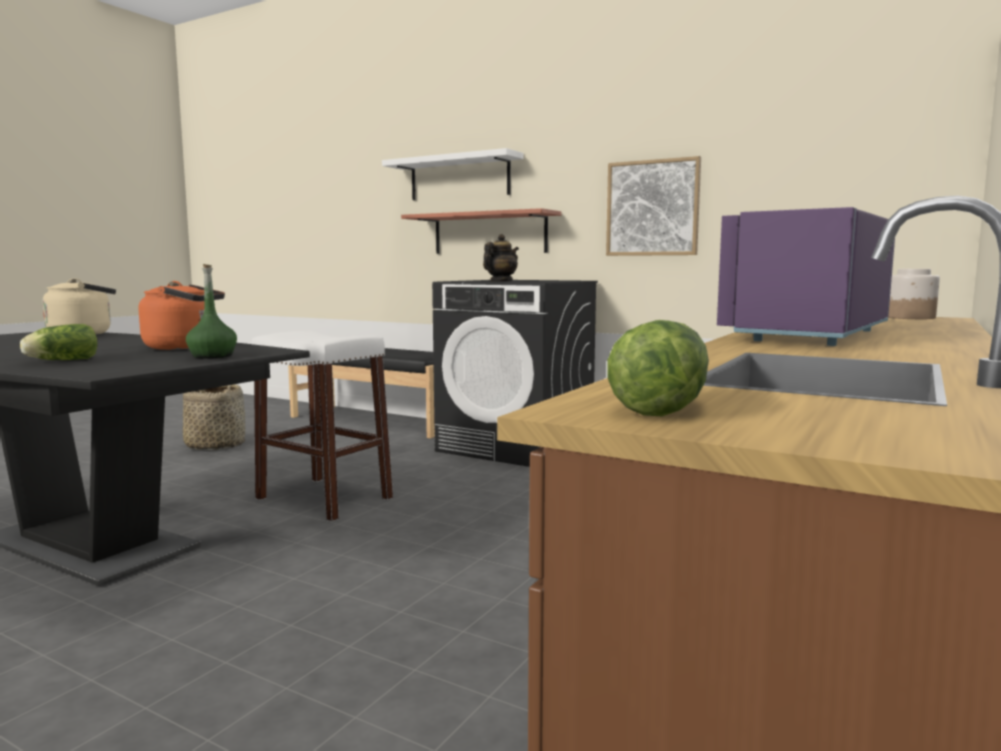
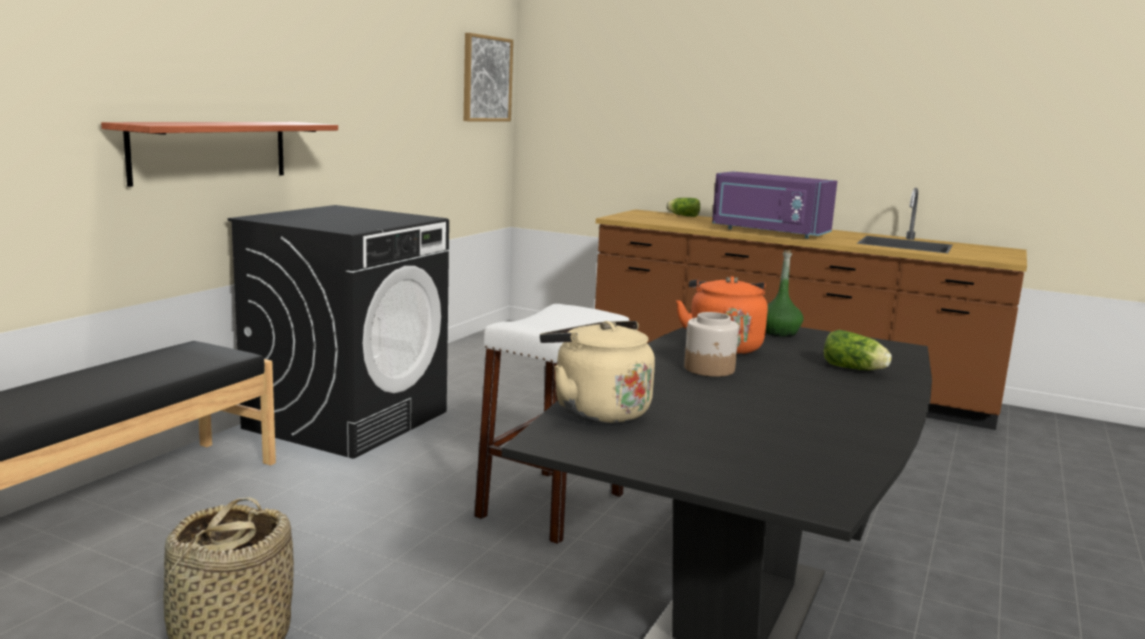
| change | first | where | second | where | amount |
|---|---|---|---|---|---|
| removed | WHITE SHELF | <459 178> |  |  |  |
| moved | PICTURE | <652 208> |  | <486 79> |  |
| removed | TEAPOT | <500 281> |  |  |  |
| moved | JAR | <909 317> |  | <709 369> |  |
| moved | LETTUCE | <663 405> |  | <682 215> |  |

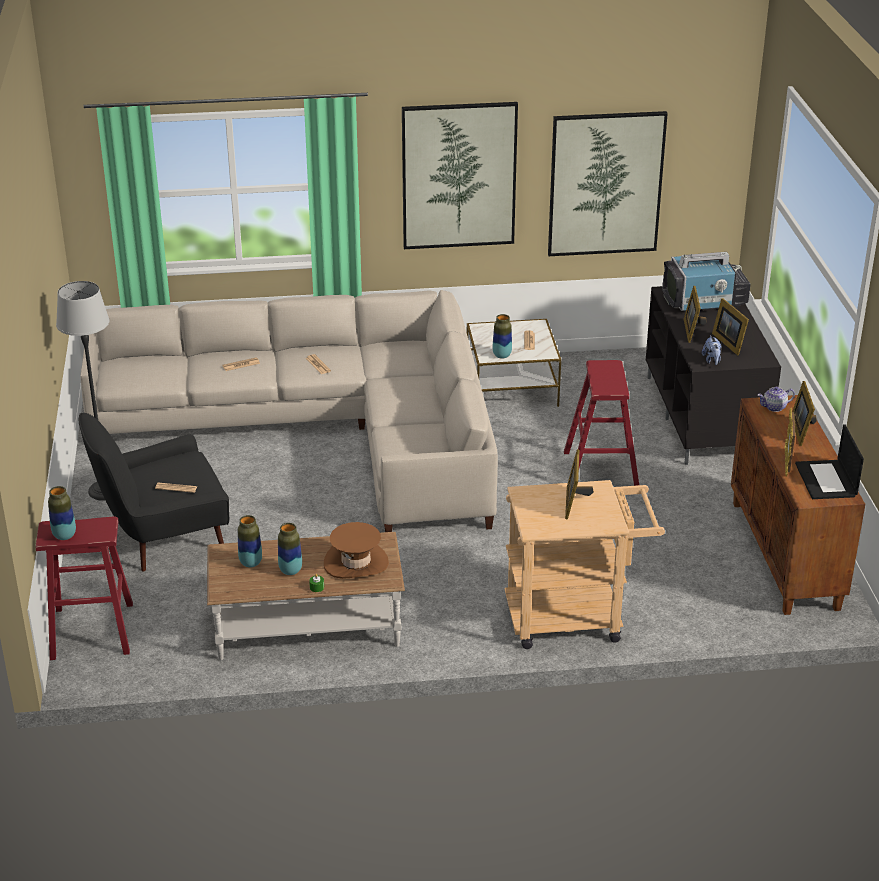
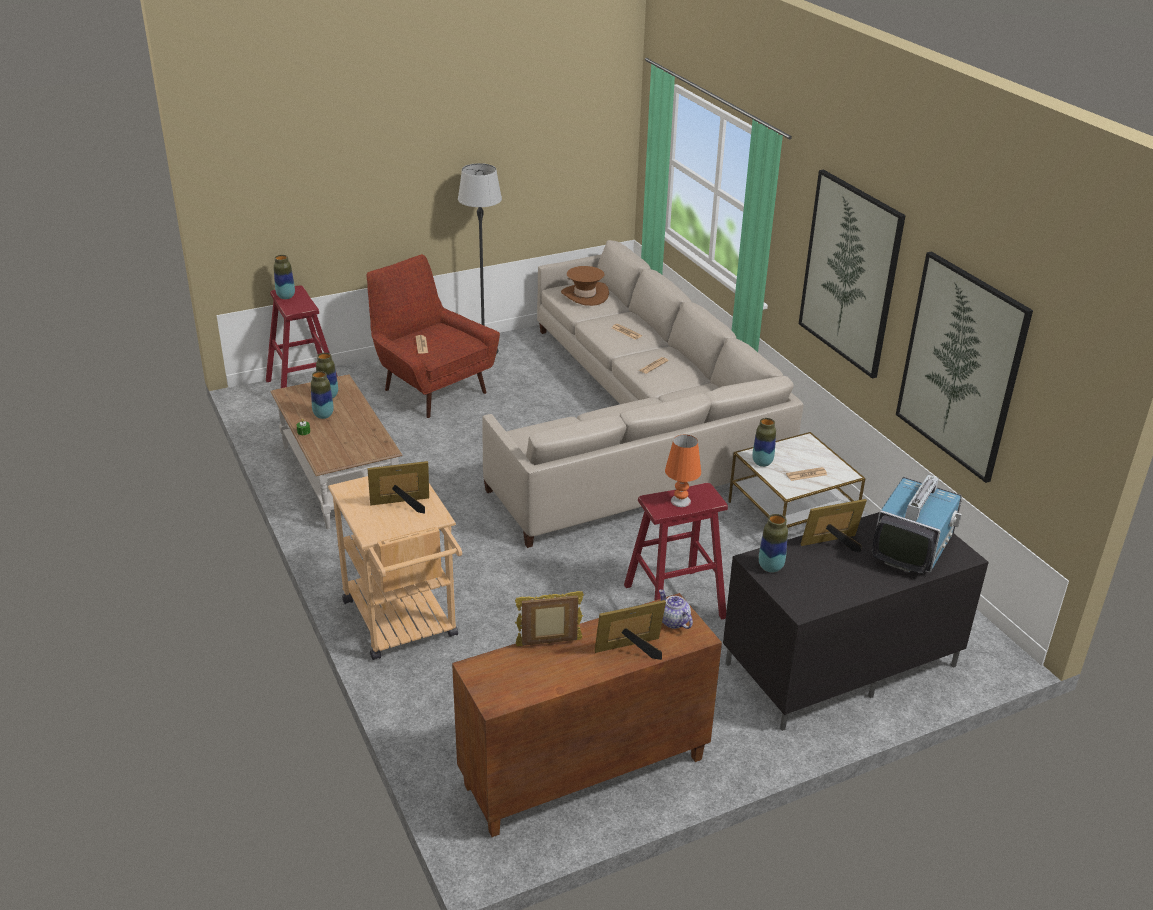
| change | first | where | second | where | amount |
|---|---|---|---|---|---|
| turned | TELEVISION | <705 302> |  | <913 545> | 120 degrees counterclockwise |
| removed | PICTURE FRAME | <729 342> |  |  |  |
| replaced | PLUSH TOY | <712 360> | VASE | <770 567> |  |
| recoloured | BLACK ARMCHAIR | <163 538> | RED ARMCHAIR | <431 388> |  |
| removed | LAPTOP | <826 480> |  |  |  |
| moved | BROWN HAT | <356 563> |  | <584 295> |  |
| added |  |  | ORANGE TABLE LAMP | <680 501> |  |

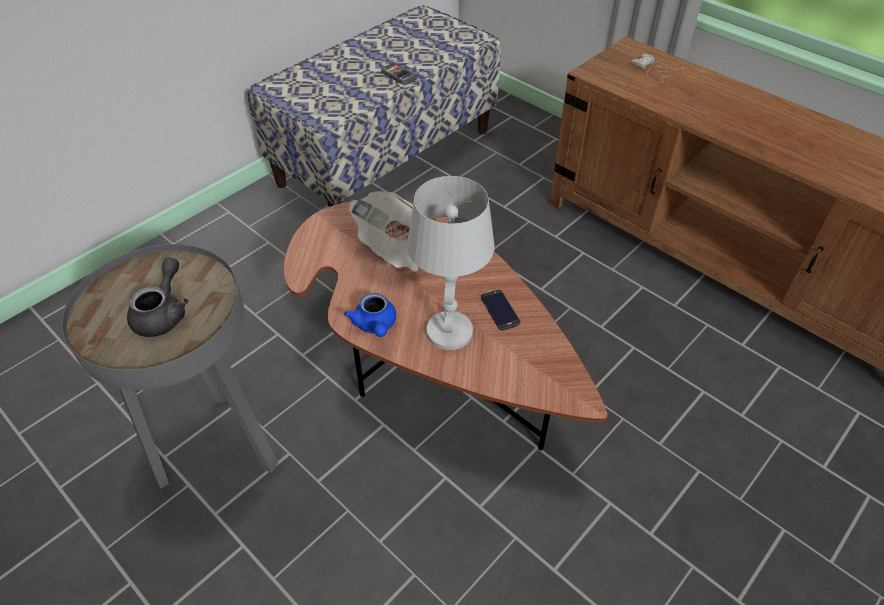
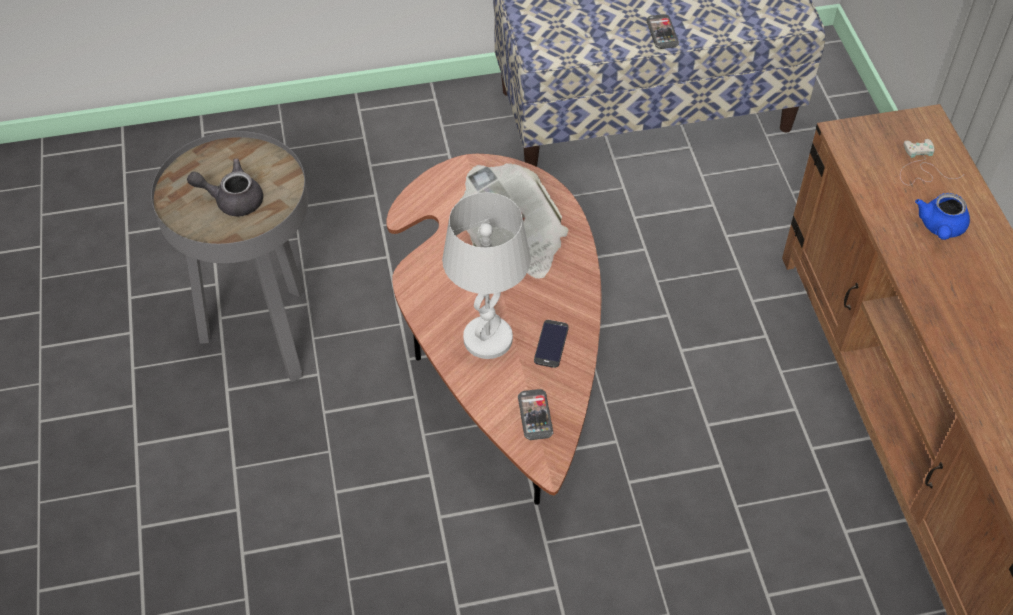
| change | first | where | second | where | amount |
|---|---|---|---|---|---|
| turned | GREY TEAPOT | <164 313> |  | <232 200> | 135 degrees counterclockwise |
| moved | BLUE TEAPOT | <375 325> |  | <940 228> |  |
| added |  |  | PHONE | <535 415> |  |

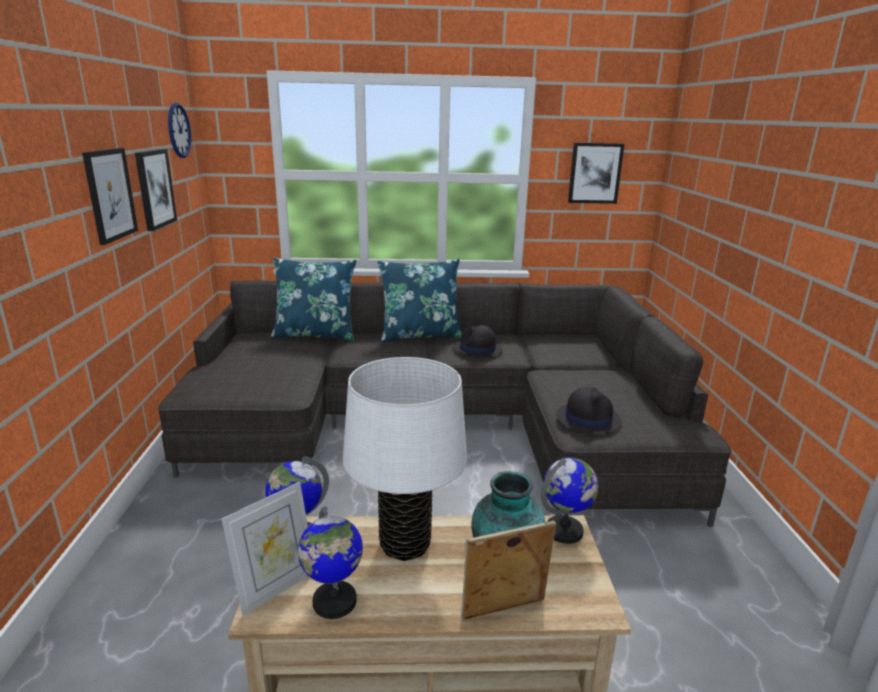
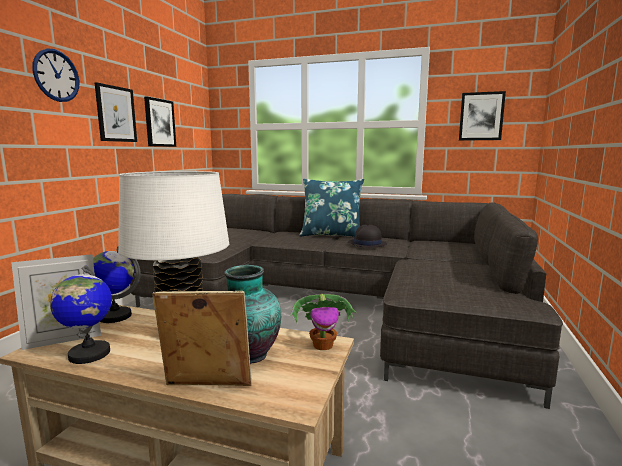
| change | first | where | second | where | amount |
|---|---|---|---|---|---|
| moved | WALL CLOCK | <178 130> |  | <56 75> |  |
| removed | BLUE PILLOW | <315 334> |  |  |  |
| removed | BLACK HAT | <588 418> |  |  |  |
| replaced | GLOBE | <564 531> | POTTED PLANT | <323 345> |  |

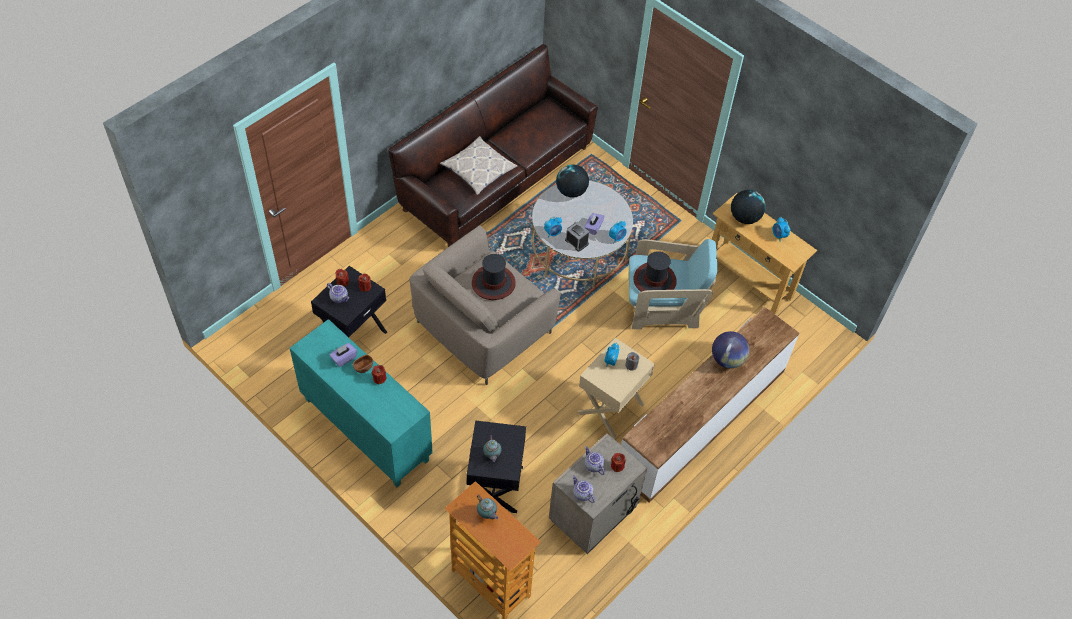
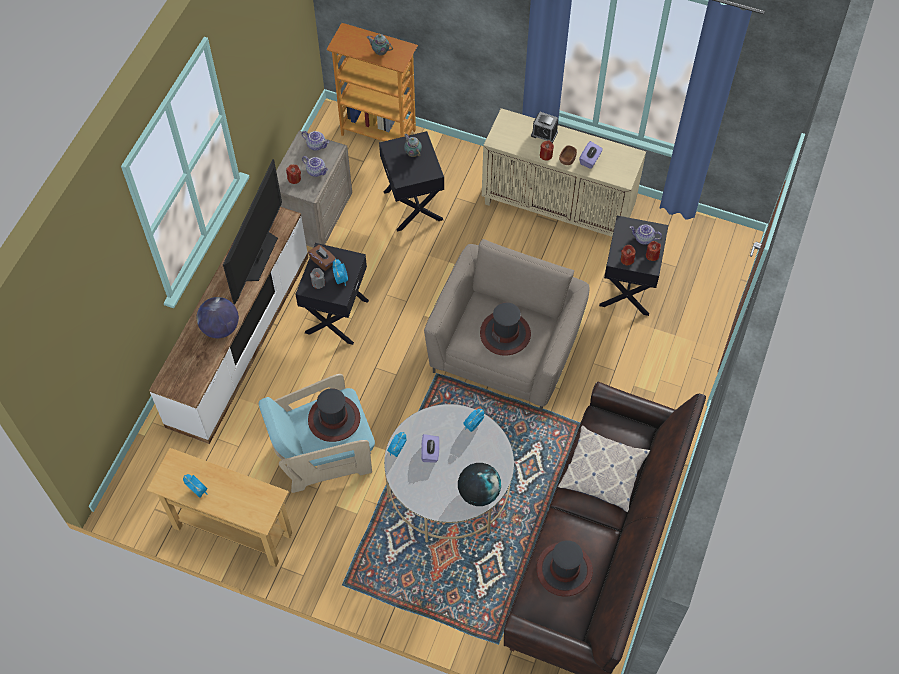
| change | first | where | second | where | amount |
|---|---|---|---|---|---|
| removed | GLOBE | <744 217> |  |  |  |
| moved | ALARM CLOCK | <576 242> |  | <544 134> |  |
| recoloured | TURQUOISE CABINET | <365 429> | BEIGE CABINET | <558 208> |  |
| recoloured | BEIGE SIDE TABLE | <611 409> | BLACK SIDE TABLE | <335 316> |  |
| added |  |  | TELEVISION | <257 256> |  |
| added |  |  | BROWN TISSUE BOX | <323 261> |  |
| added |  |  | HAT | <564 570> |  |

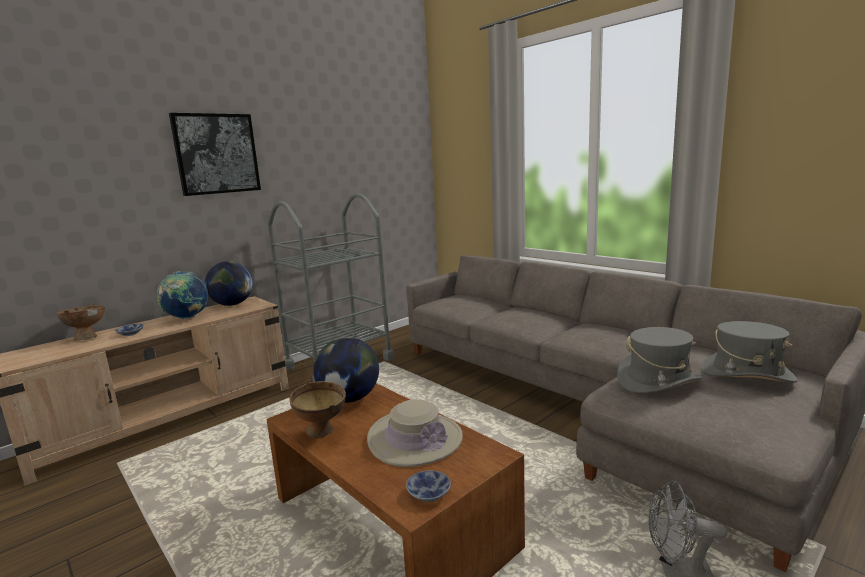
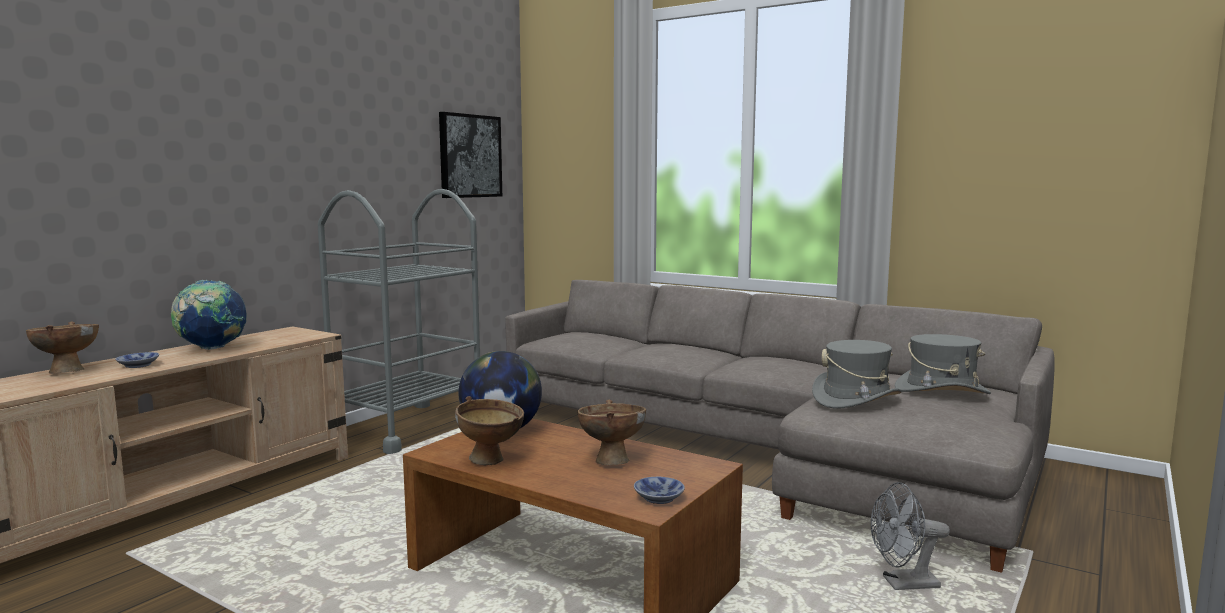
| change | first | where | second | where | amount |
|---|---|---|---|---|---|
| moved | PICTURE | <216 154> |  | <470 156> |  |
| removed | GLOBE | <232 304> |  |  |  |
| replaced | BEIGE HAT | <415 439> | BROWN BOWL | <611 459> |  |

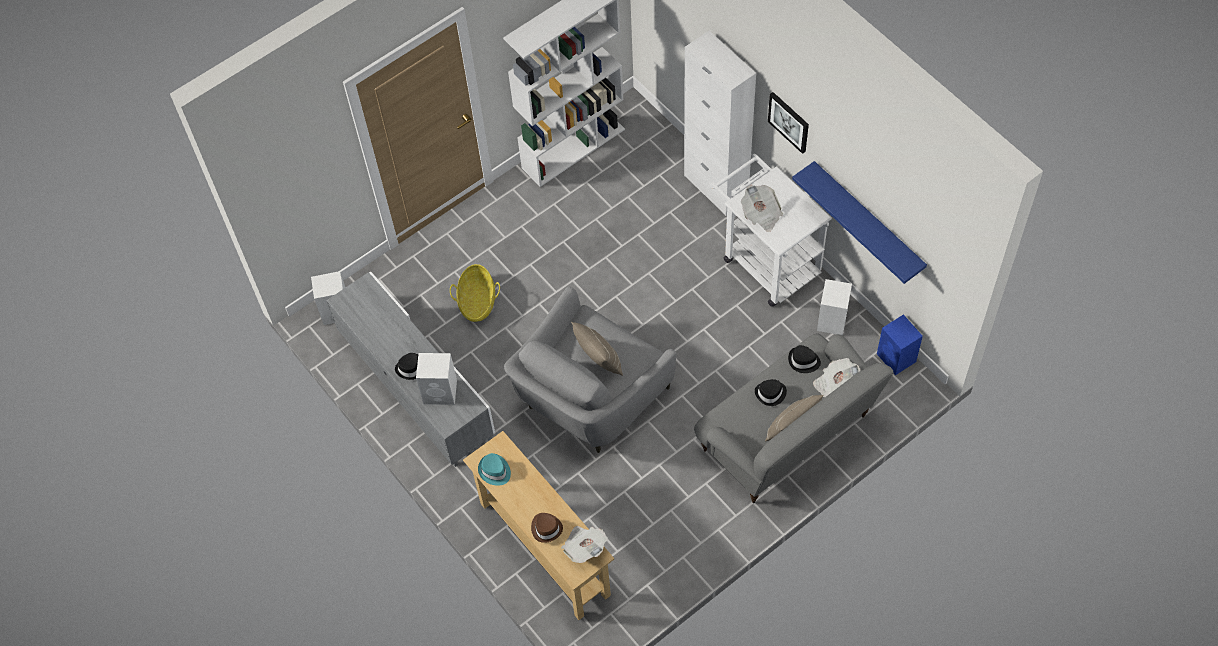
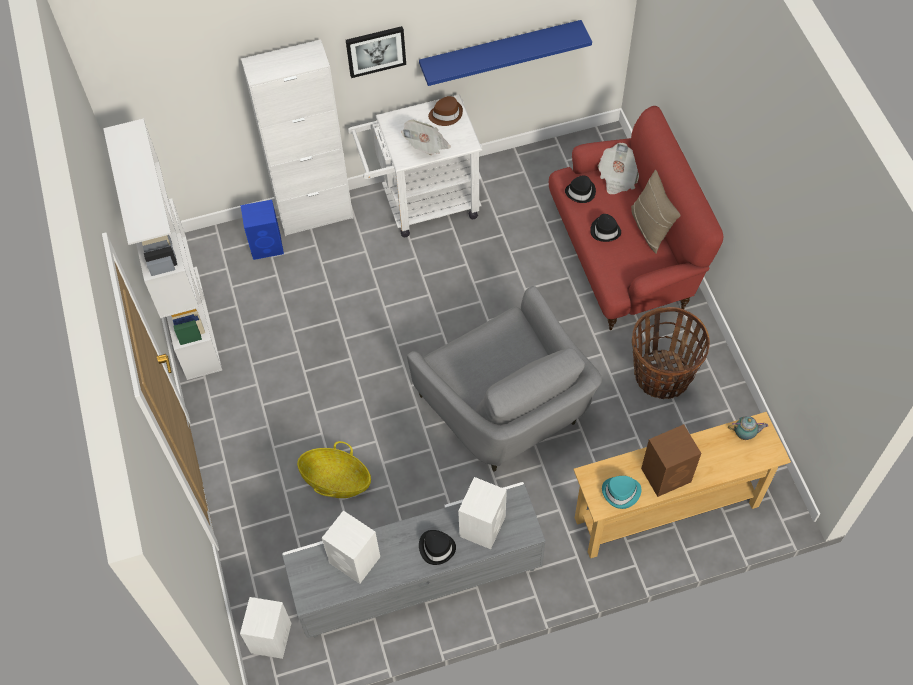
| change | first | where | second | where | amount |
|---|---|---|---|---|---|
| moved | WHITE SPEAKER | <832 321> |  | <355 560> |  |
| moved | BLUE SPEAKER | <897 358> |  | <267 245> |  |
| removed | BEIGE PILLOW | <599 360> |  |  |  |
| recoloured | GREY SOFA | <787 436> | RED SOFA | <623 256> |  |
| moved | BROWN HAT | <546 528> |  | <446 114> |  |
| replaced | NEWSPAPER | <584 547> | TEAPOT | <745 434> |  |
| added |  |  | BASKET | <661 376> |  |
| added |  |  | BROWN SPEAKER | <667 474> |  |

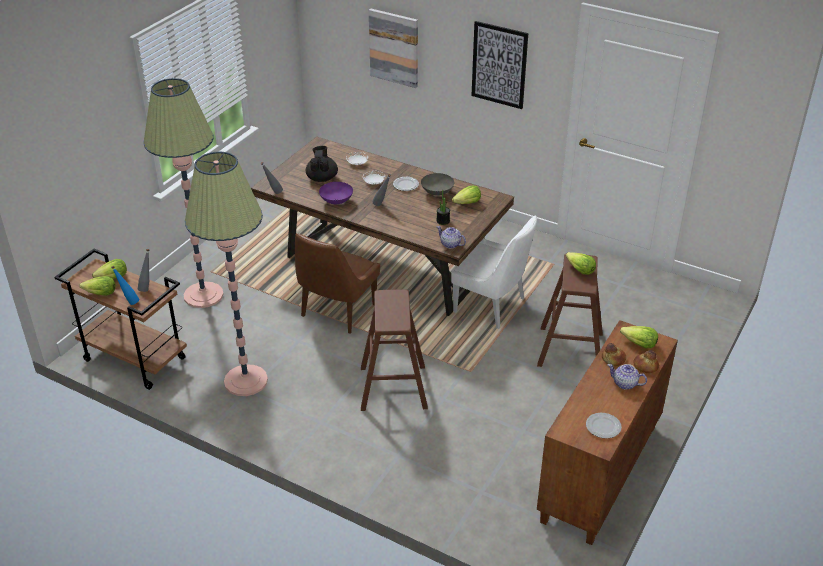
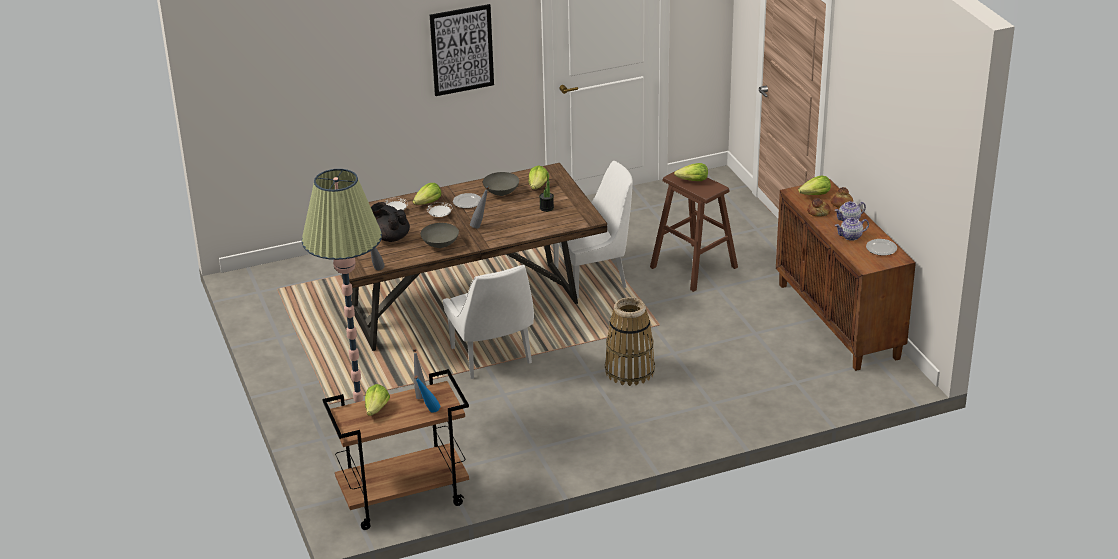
| change | first | where | second | where | amount |
|---|---|---|---|---|---|
| removed | PICTURE | <394 47> |  |  |  |
| removed | FLOOR LAMP | <246 381> |  |  |  |
| recoloured | PURPLE BOWL | <336 201> | GREY BOWL | <440 245> |  |
| moved | TEAPOT | <450 244> |  | <851 236> |  |
| recoloured | BROWN CHAIR | <337 312> | WHITE CHAIR | <492 357> |  |
| moved | LETTUCE | <100 293> |  | <428 203> |  |
| replaced | BROWN STOOL | <393 388> | BASKET | <630 371> |  |

